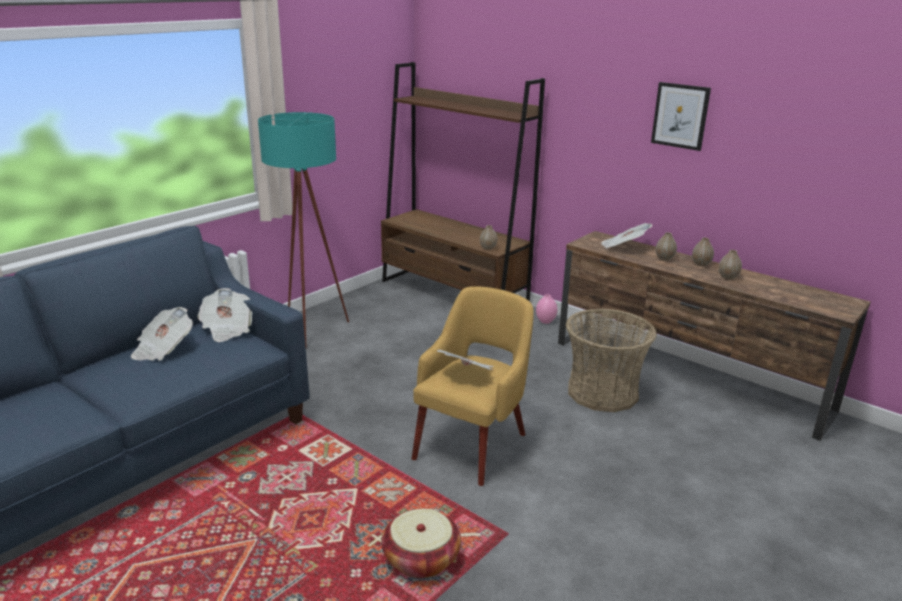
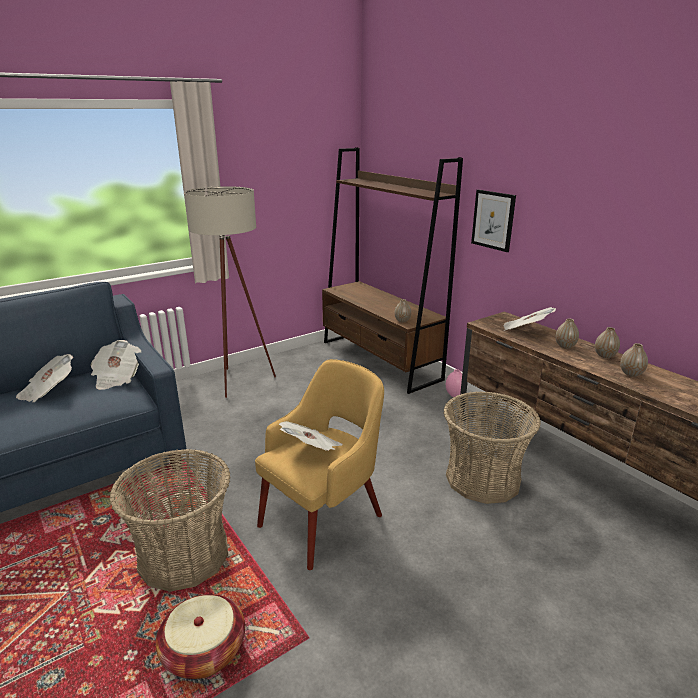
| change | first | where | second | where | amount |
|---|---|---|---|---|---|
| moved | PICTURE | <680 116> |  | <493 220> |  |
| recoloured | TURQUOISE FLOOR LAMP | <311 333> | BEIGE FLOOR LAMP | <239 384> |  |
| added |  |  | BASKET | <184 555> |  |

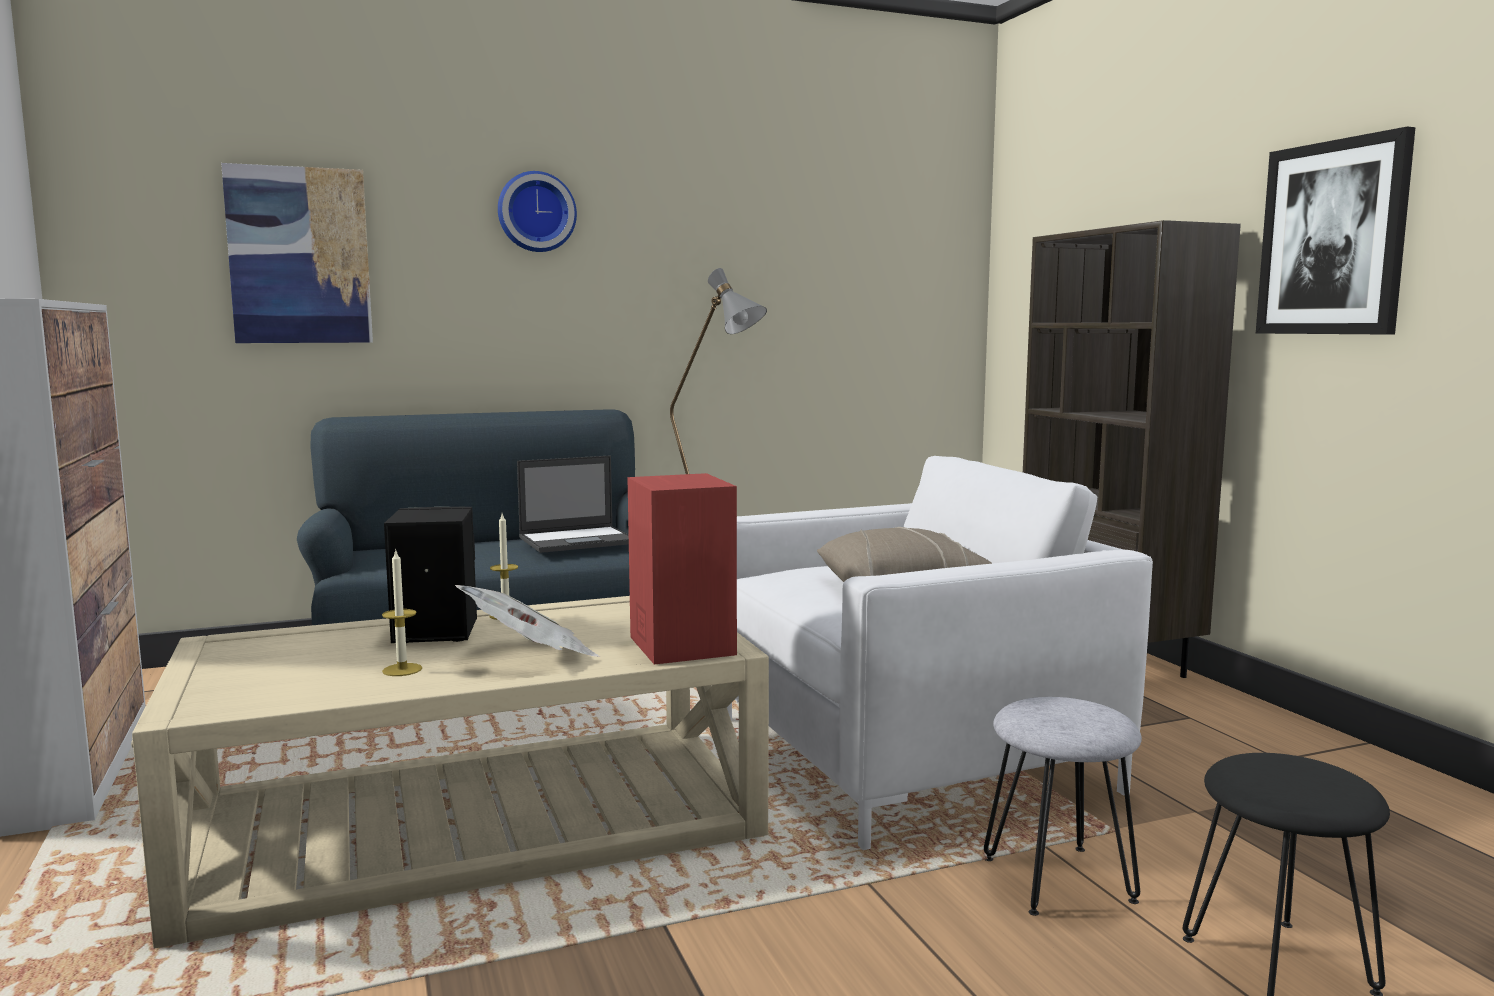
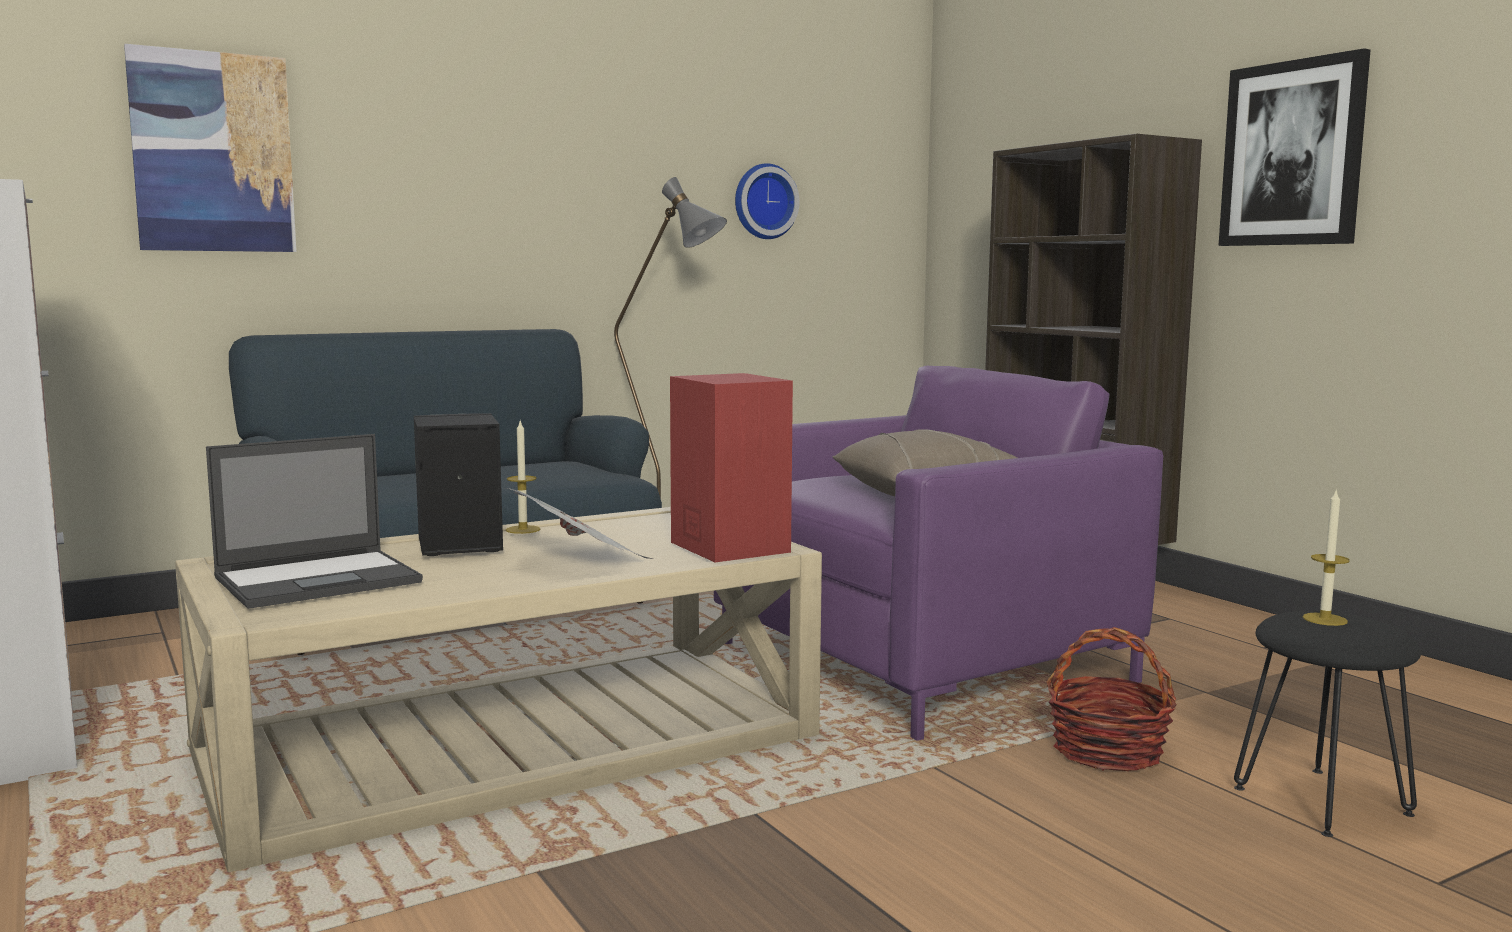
| change | first | where | second | where | amount |
|---|---|---|---|---|---|
| moved | WALL CLOCK | <536 212> |  | <763 201> |  |
| moved | LAPTOP | <578 540> |  | <320 580> |  |
| recoloured | WHITE ARMCHAIR | <910 755> | PURPLE ARMCHAIR | <923 662> |  |
| moved | CANDLE | <402 670> |  | <1324 619> |  |
| replaced | GREY STOOL | <1059 879> | BASKET | <1107 751> |  |

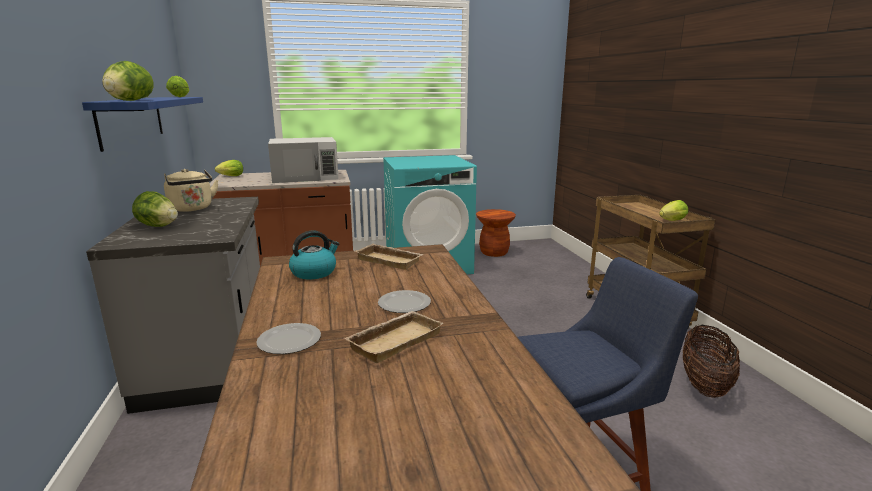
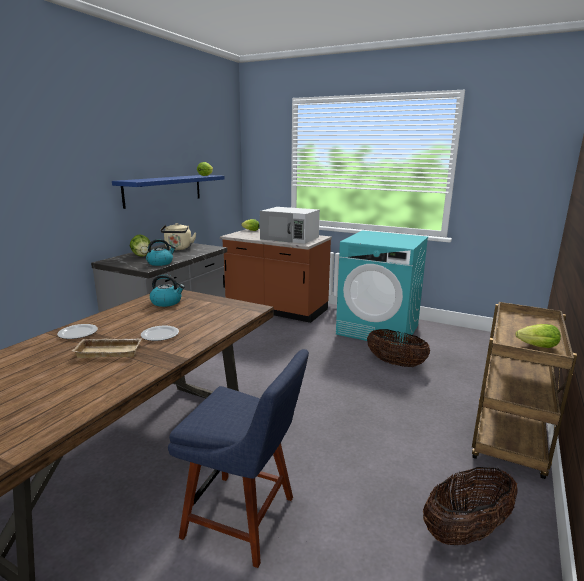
| change | first | where | second | where | amount |
|---|---|---|---|---|---|
| removed | LETTUCE | <130 100> |  |  |  |
| removed | BROWN STOOL | <494 252> |  |  |  |
| removed | BEIGE TRAY | <390 260> |  |  |  |
| added |  |  | KETTLE | <160 263> |  |
| added |  |  | BASKET | <395 363> |  |

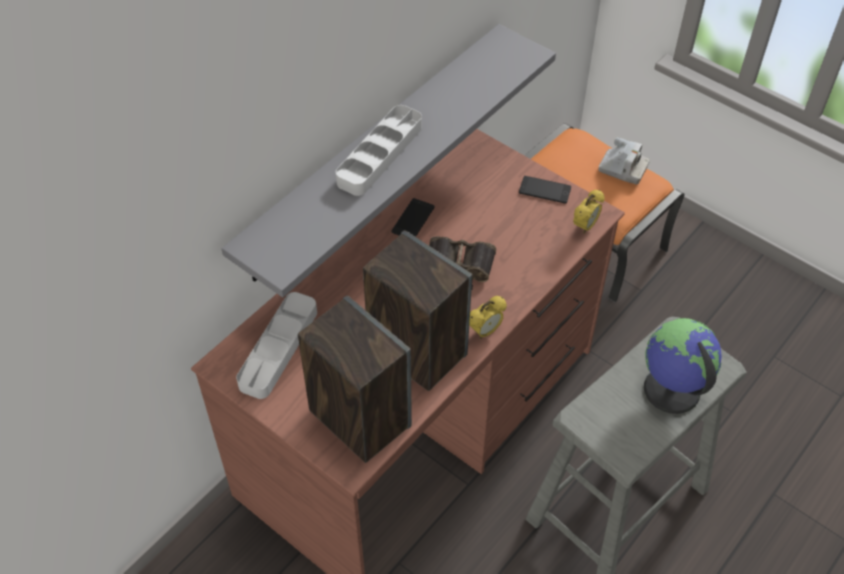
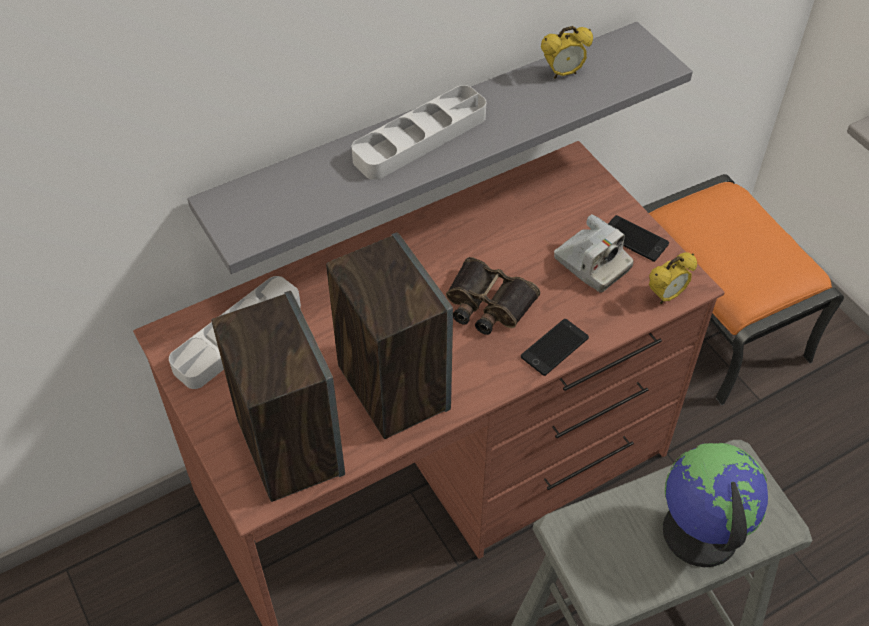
| change | first | where | second | where | amount |
|---|---|---|---|---|---|
| moved | PHOTO CAMERA | <622 169> |  | <591 264> |  |
| moved | PHONE | <413 219> |  | <554 347> |  |
| moved | ALARM CLOCK | <485 331> |  | <563 73> |  |

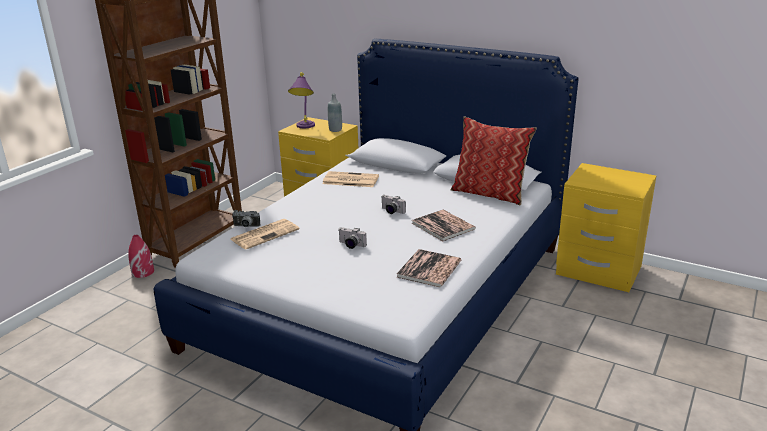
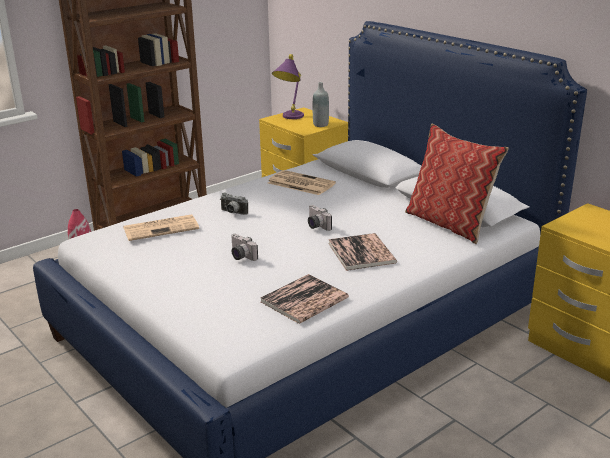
| change | first | where | second | where | amount |
|---|---|---|---|---|---|
| moved | PHOTO CAMERA | <246 227> |  | <232 213> |  |

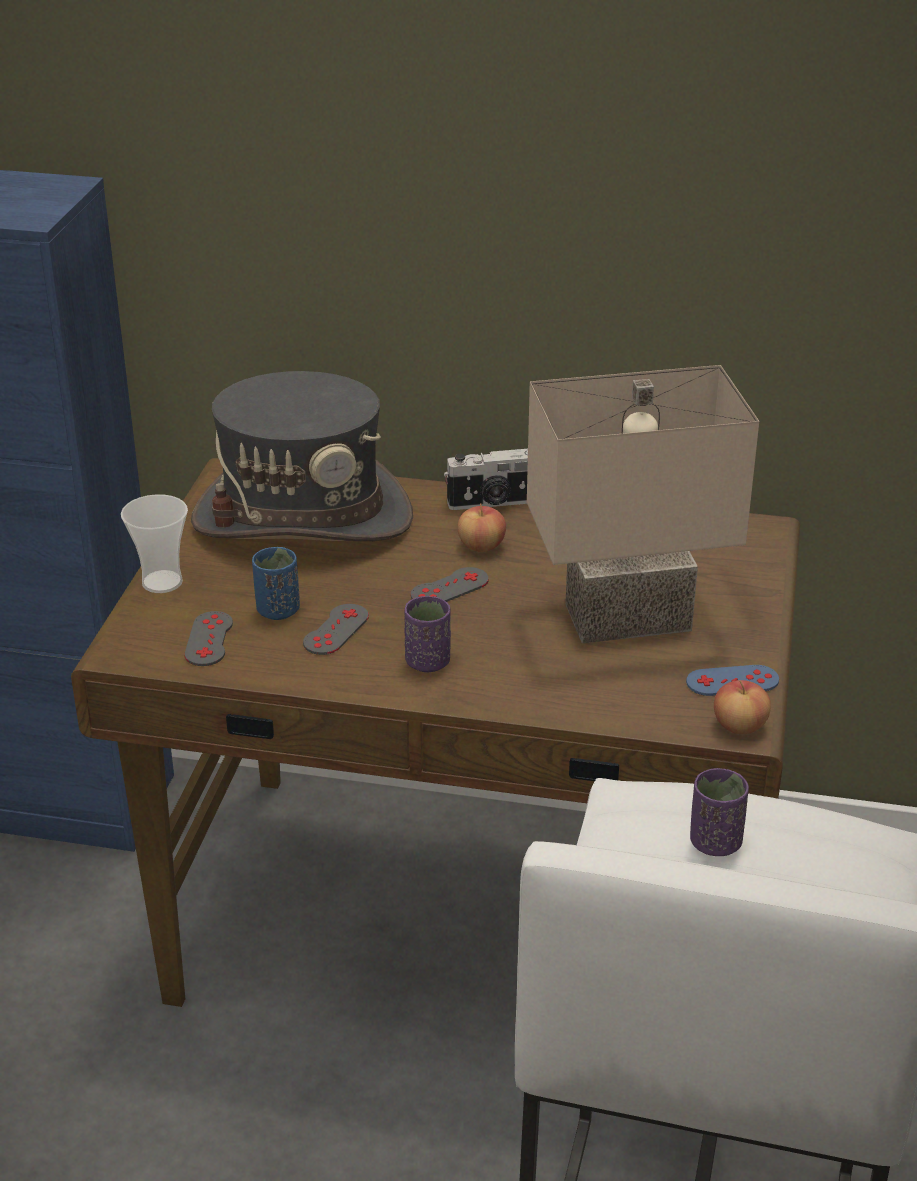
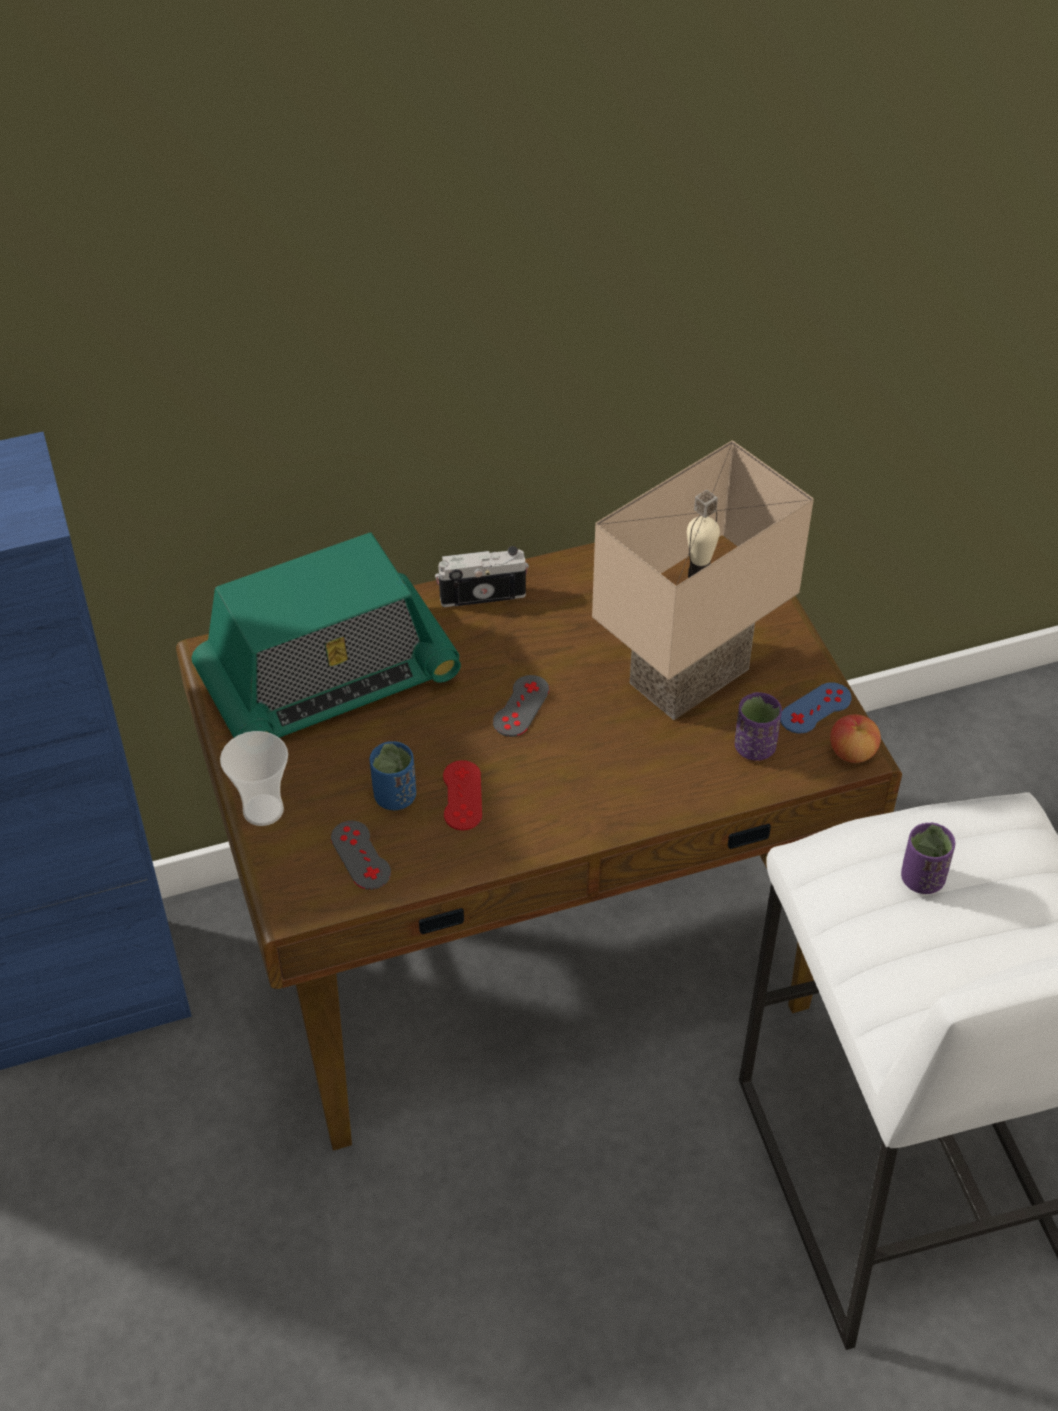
| change | first | where | second | where | amount |
|---|---|---|---|---|---|
| replaced | GREY HAT | <303 517> | RADIO | <328 679> |  |
| turned | PHOTO CAMERA | <491 503> |  | <482 593> | 150 degrees counterclockwise |
| removed | APPLE | <481 546> |  |  |  |
| moved | PURPLE CUP | <428 662> |  | <754 747> |  |
| recoloured | GREY GAME CONTROLLER | <336 630> | RED GAME CONTROLLER | <462 795> |  |

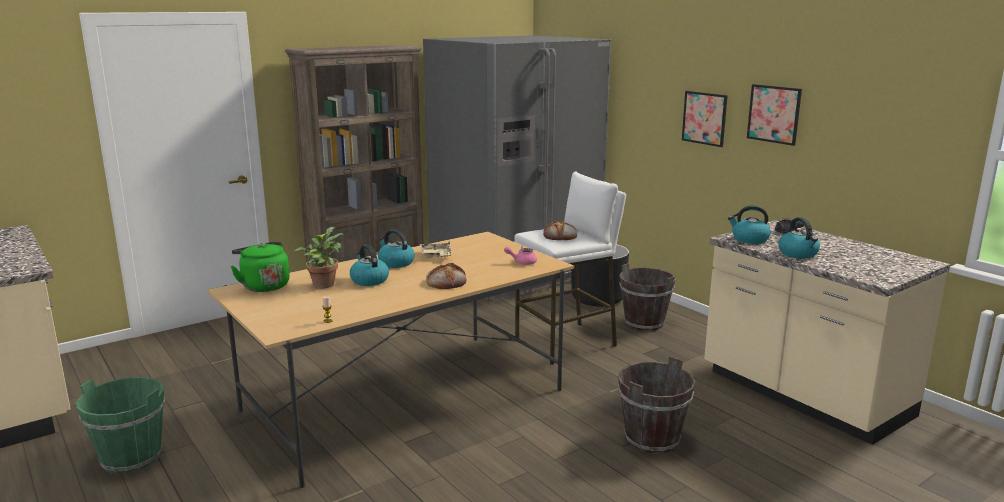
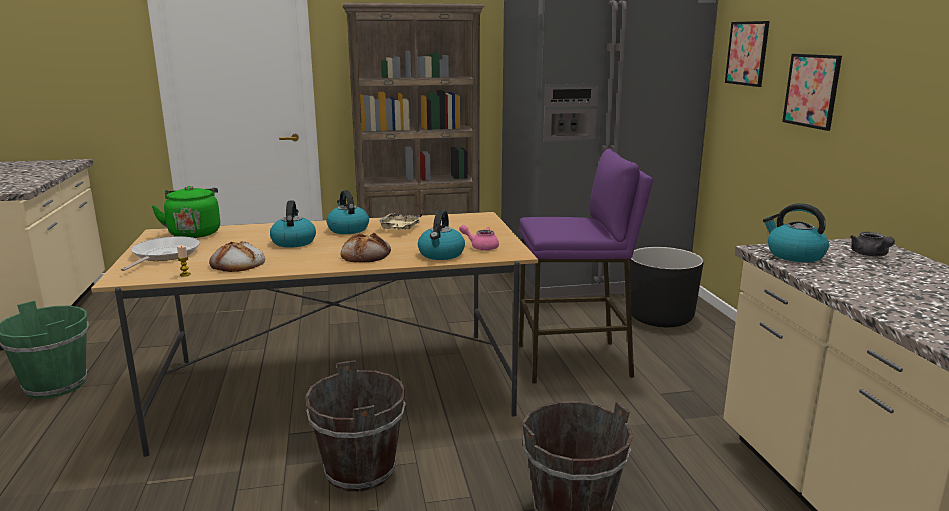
| change | first | where | second | where | amount |
|---|---|---|---|---|---|
| moved | PICTURE | <774 114> |  | <747 53> |  |
| recoloured | WHITE STOOL | <567 343> | PURPLE STOOL | <575 361> |  |
| moved | KETTLE | <798 253> |  | <441 254> |  |
| moved | BREAD | <560 236> |  | <238 264> |  |
| removed | POTTED PLANT | <323 284> |  |  |  |
| moved | BROWN BUCKET | <644 323> |  | <361 471> |  |
| added |  |  | FRYING PAN | <163 255> |  |

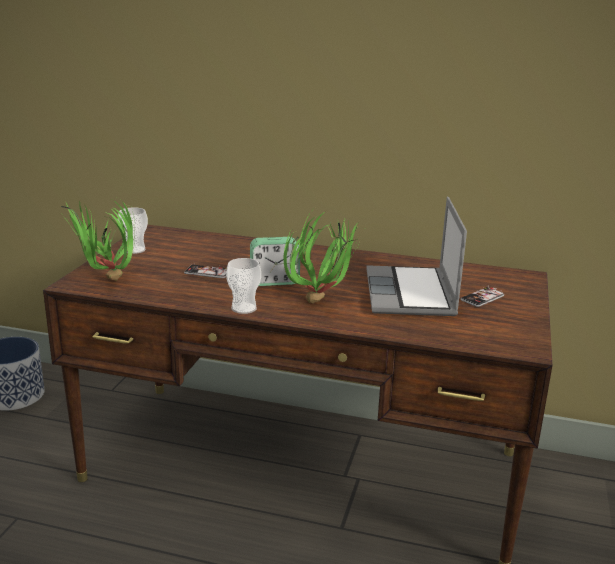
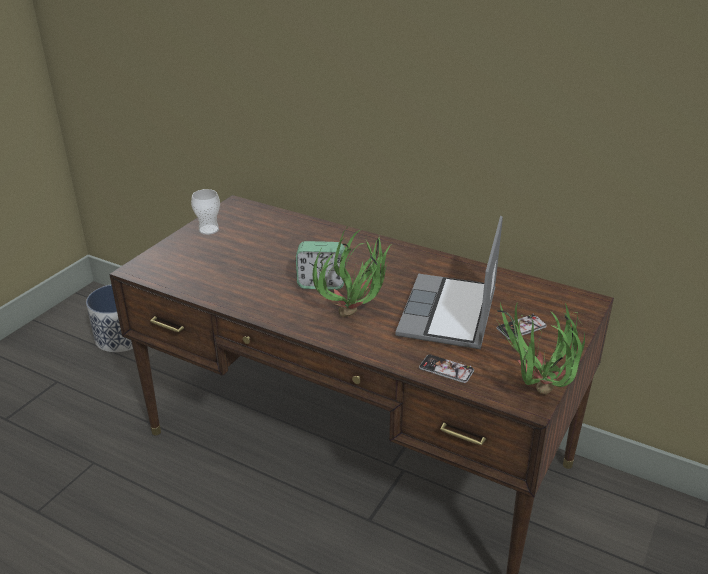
| change | first | where | second | where | amount |
|---|---|---|---|---|---|
| moved | POTTED PLANT | <106 282> |  | <535 396> |  |
| removed | CUP | <244 308> |  |  |  |
| moved | PHONE | <207 272> |  | <446 369> |  |

